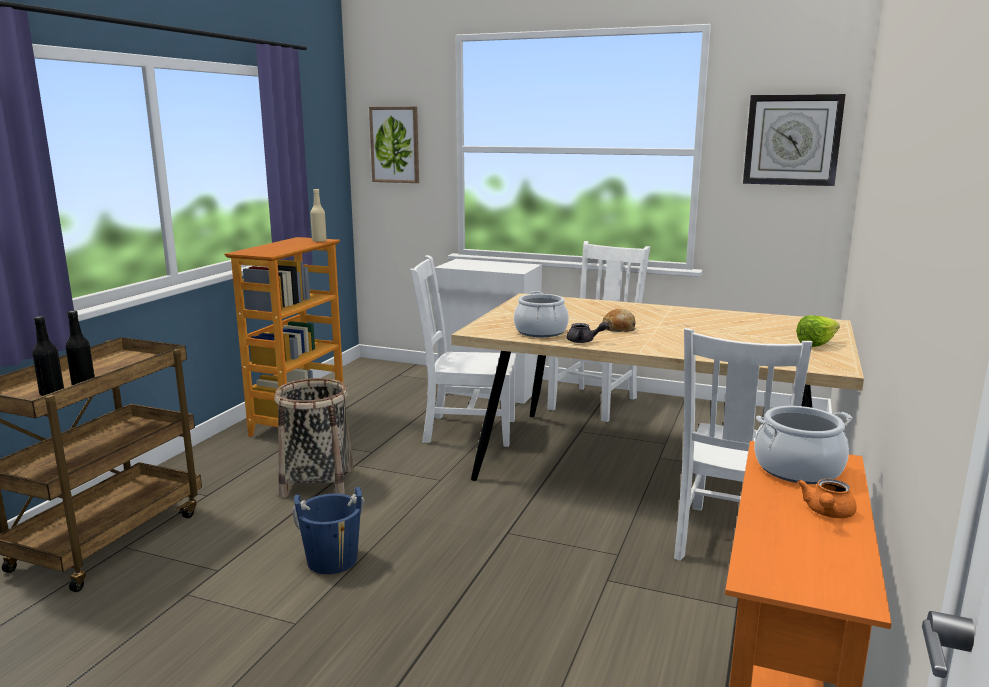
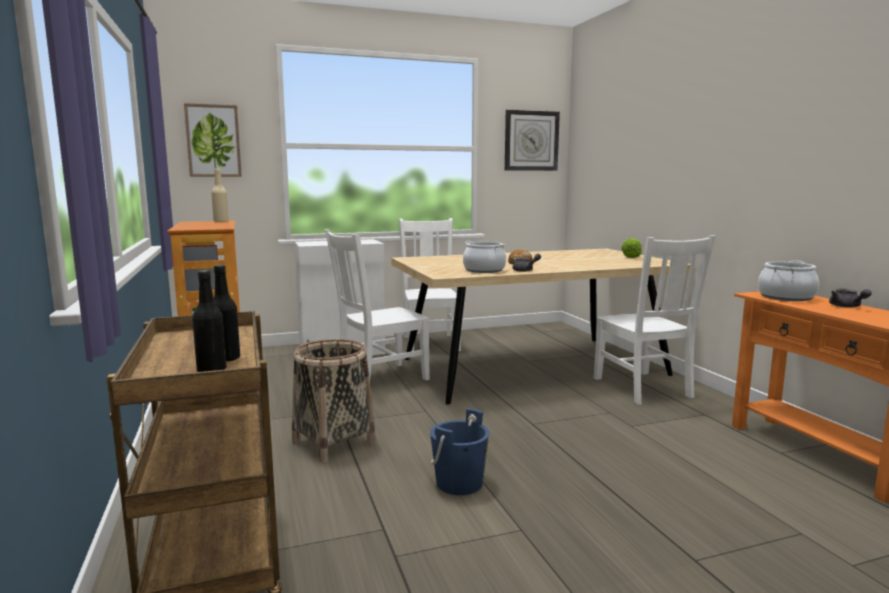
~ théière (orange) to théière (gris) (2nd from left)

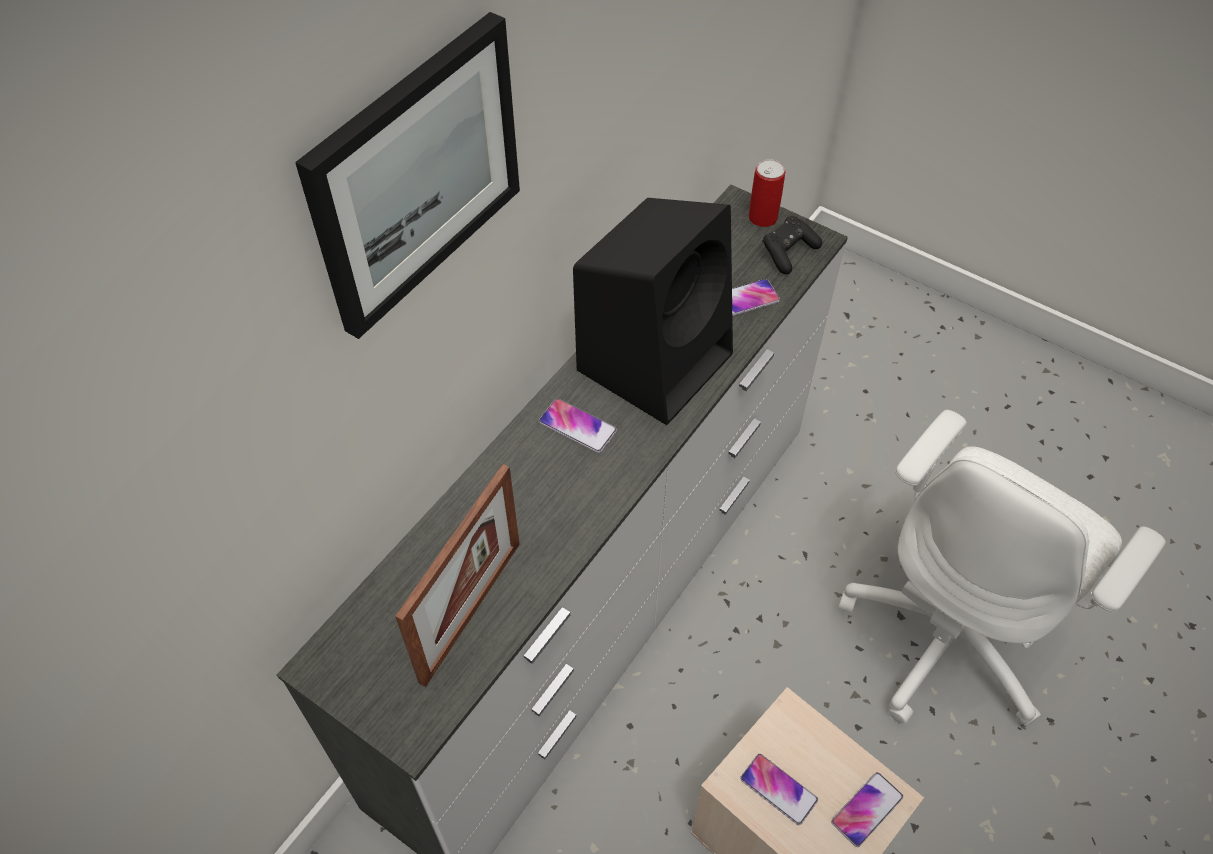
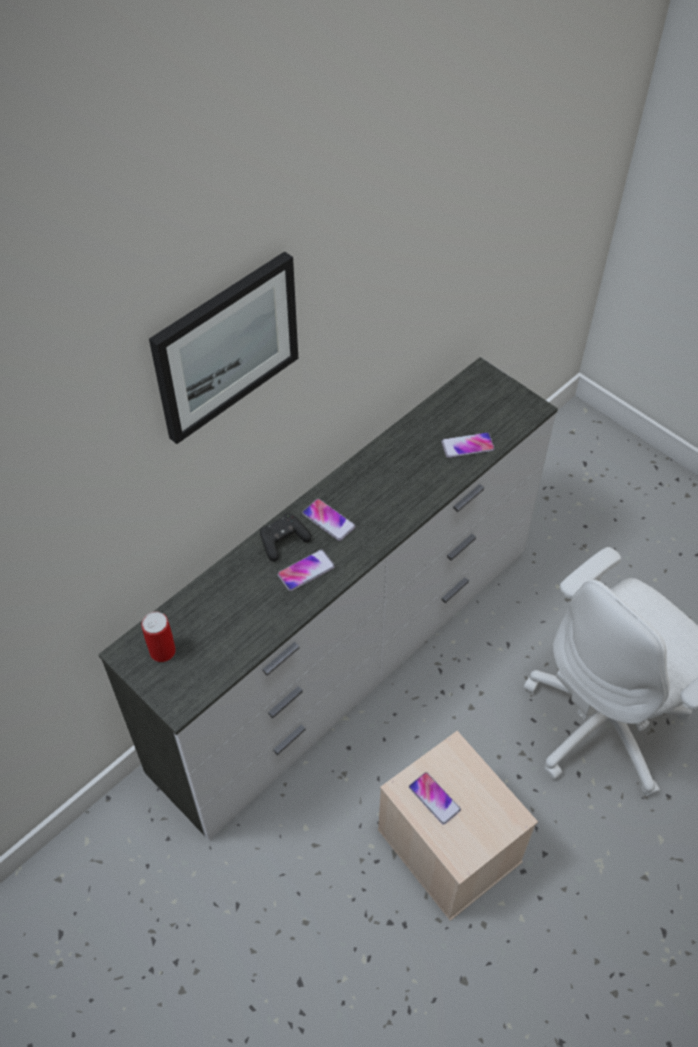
~ boîte métallique
- enceinte (noir)
~ manette (noir)
- cadre photo
~ téléphone (4th from left in the first image) to téléphone (1st from left)

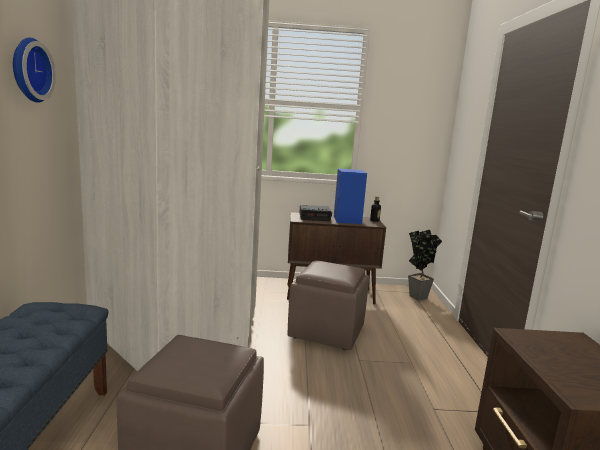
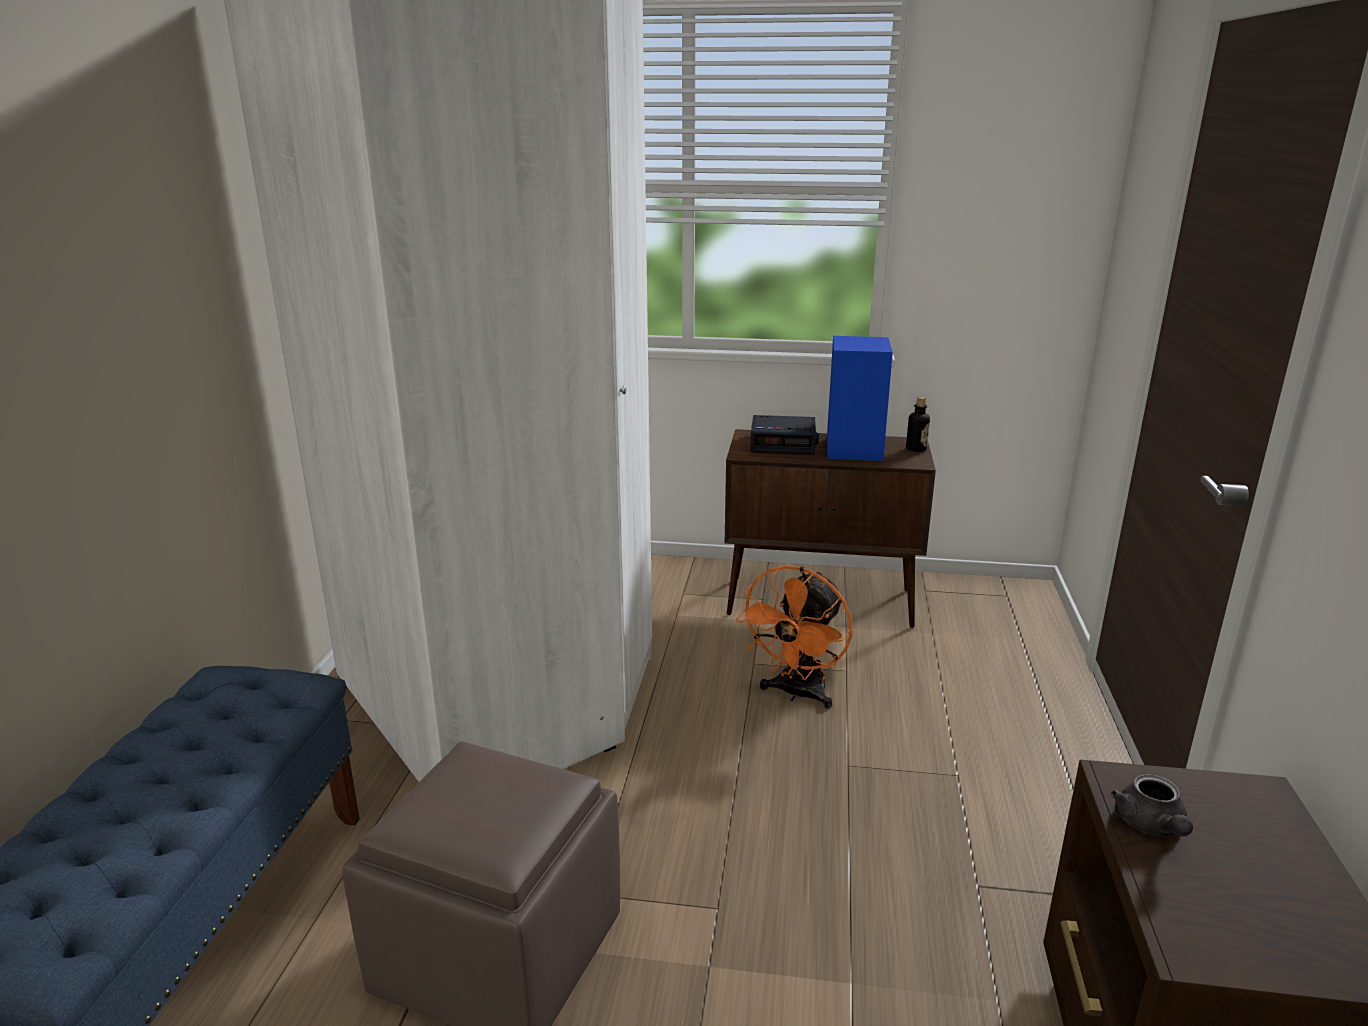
- horloge murale
- plante en pot
~ pouf (marron) (2nd from left) to ventilateur (orange)
+ théière (gris)

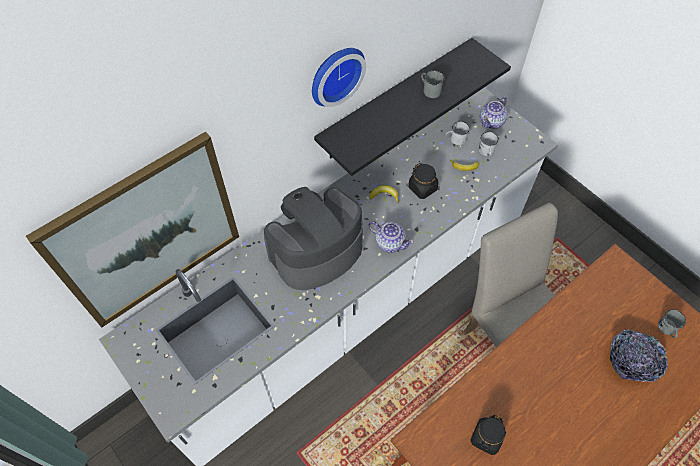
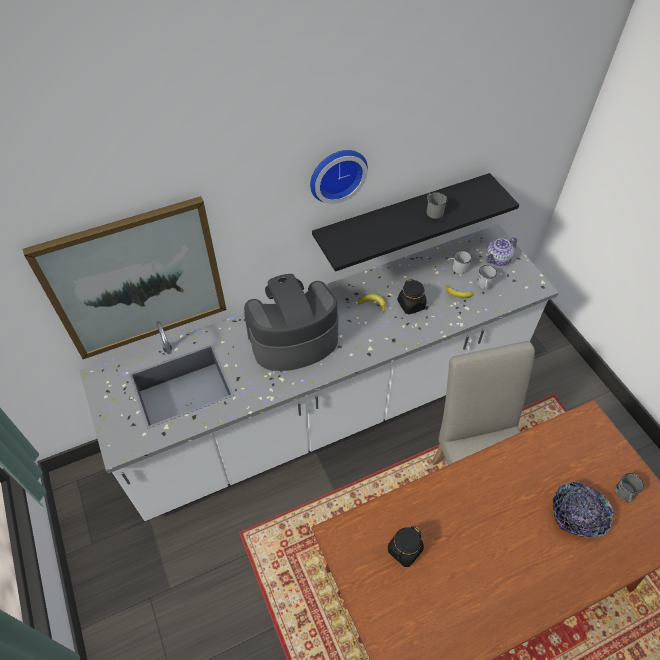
- théière (1st from left)

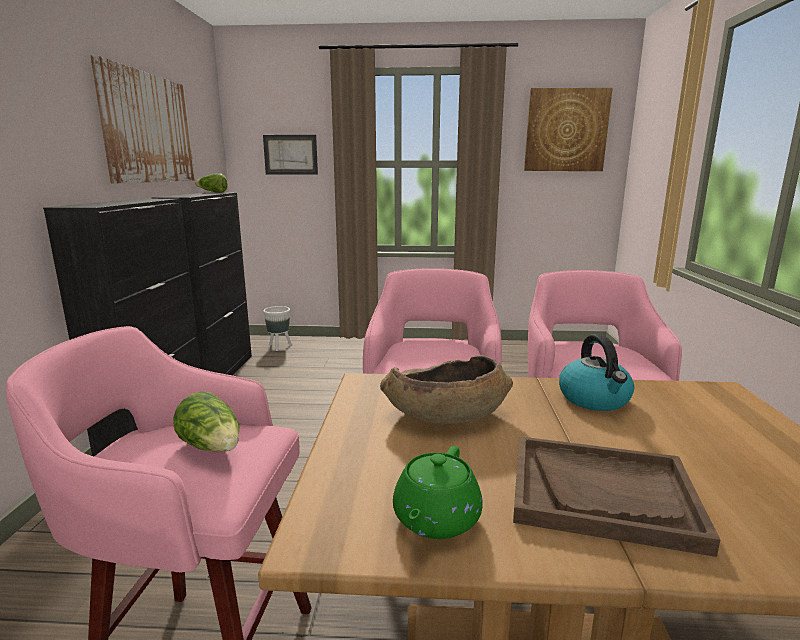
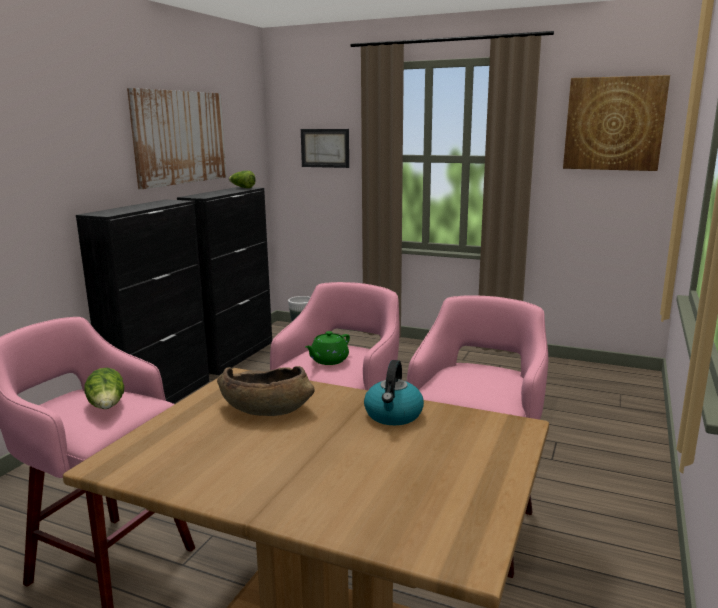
- plateau (marron)
~ théière (vert)

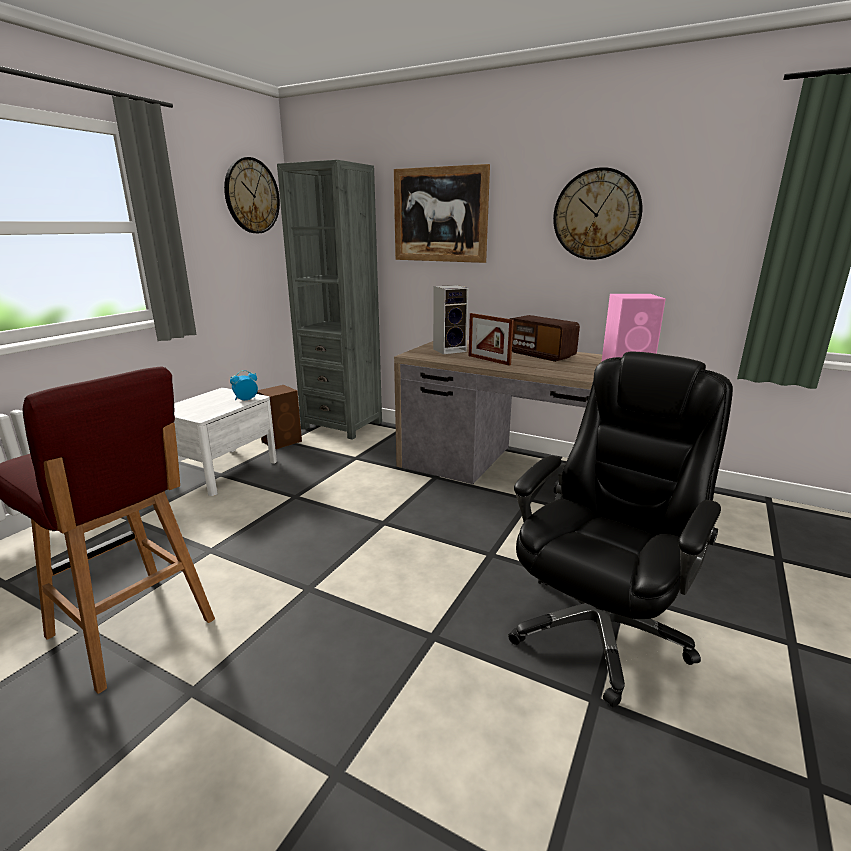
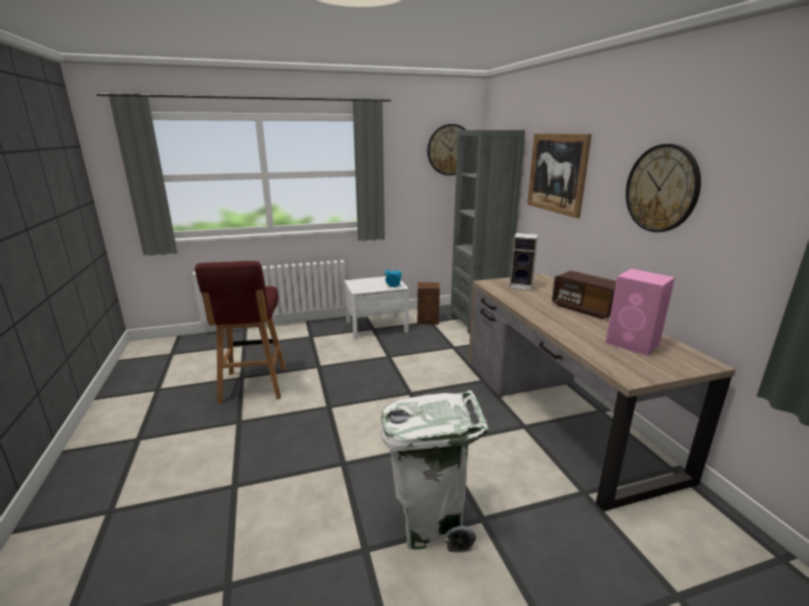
- cadre photo
~ radio 45 degrees counterclockwise
~ chaise de bureau (noir) to poubelle (blanc)

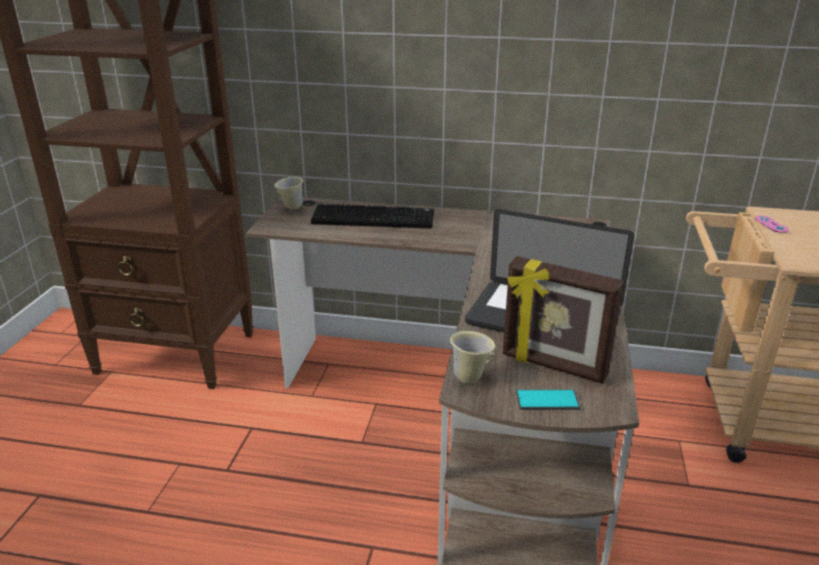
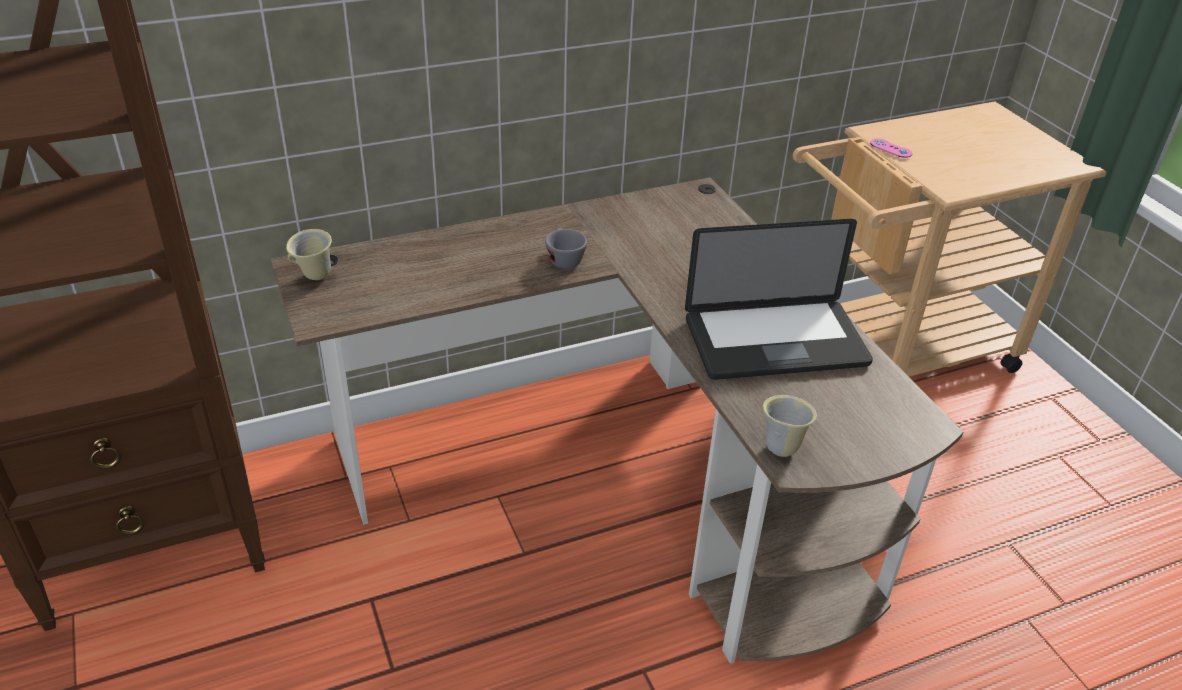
- clavier
- cadre photo
- téléphone
+ tasse (gris)

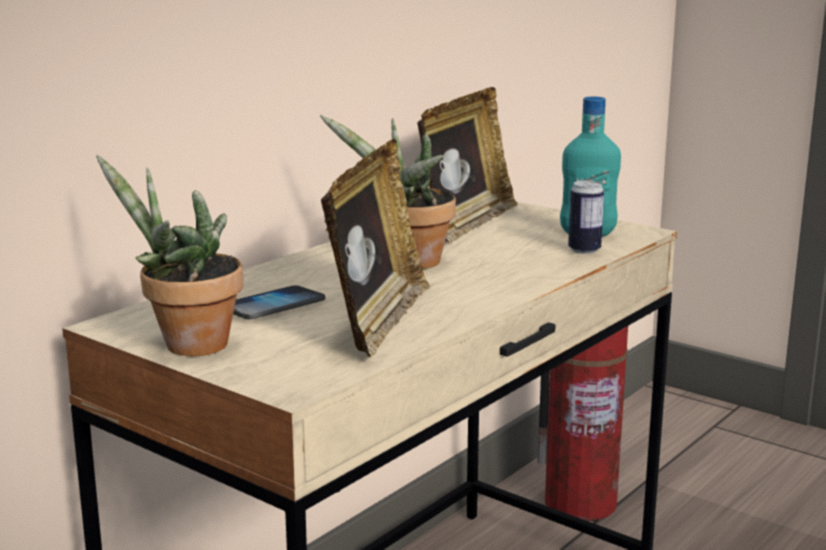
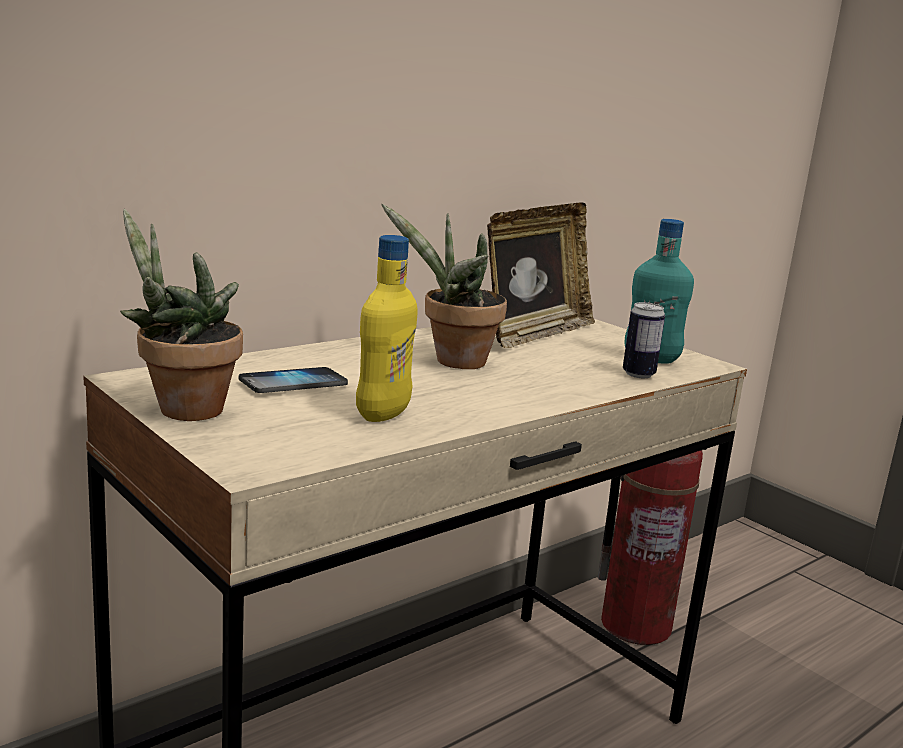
~ cadre photo (1st from left) to bouteille (jaune)

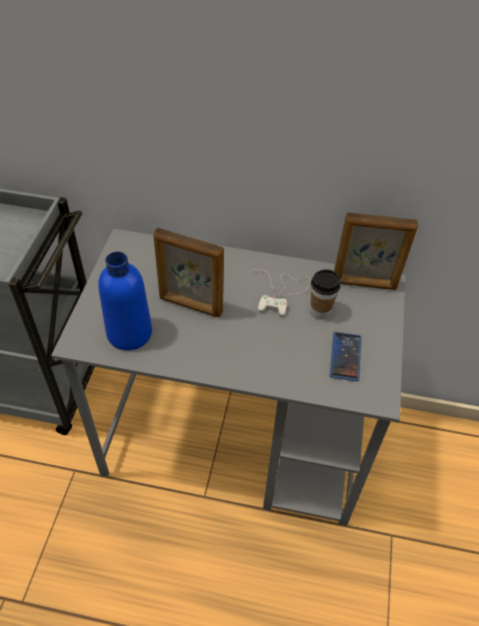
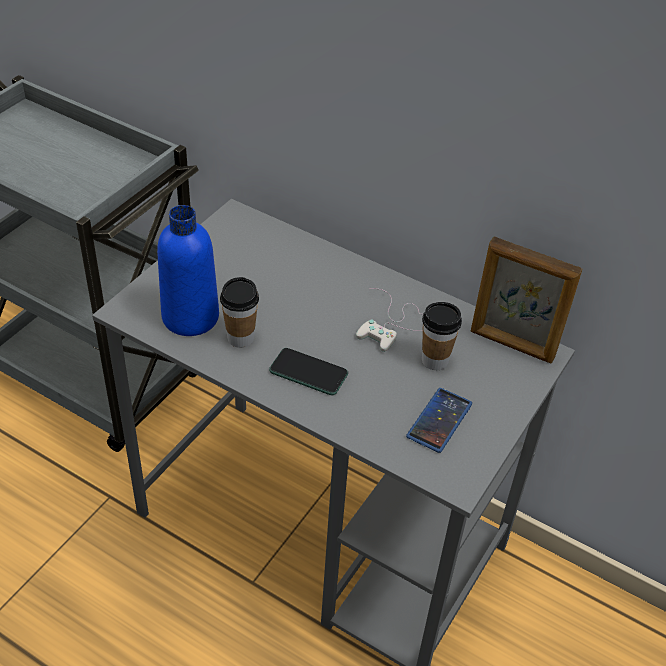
- cadre photo (1st from left)
+ tasse (1st from left)
+ téléphone (1st from left)

